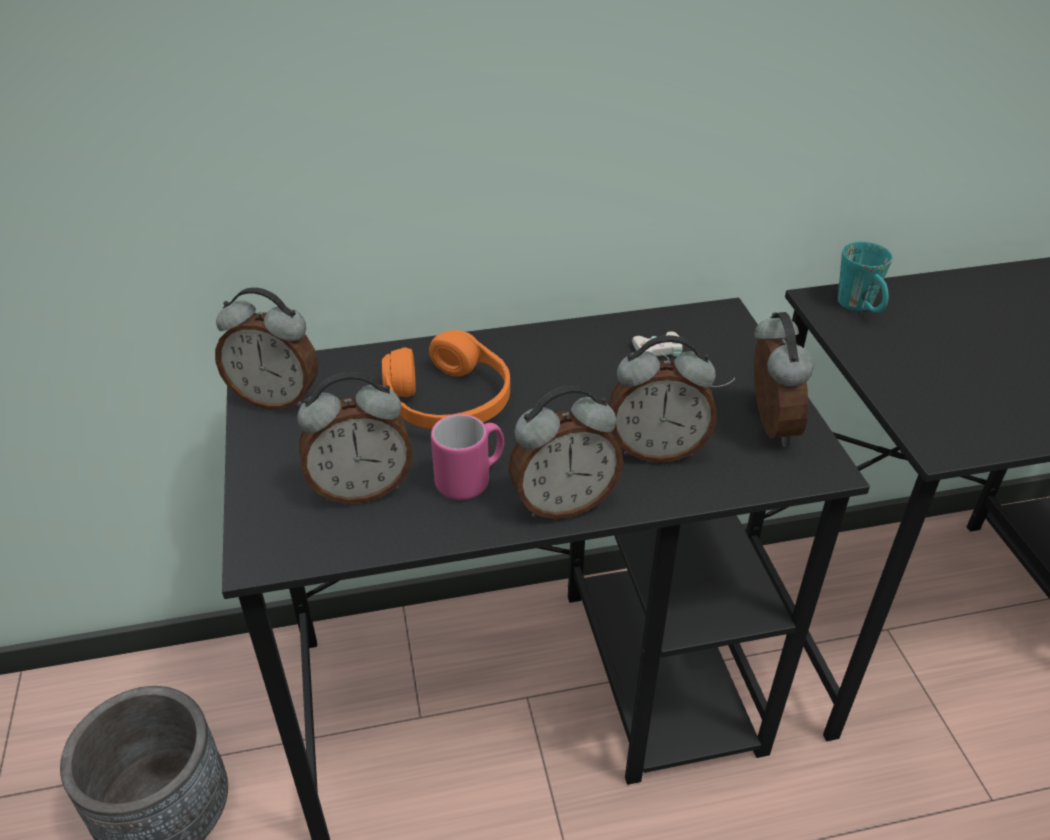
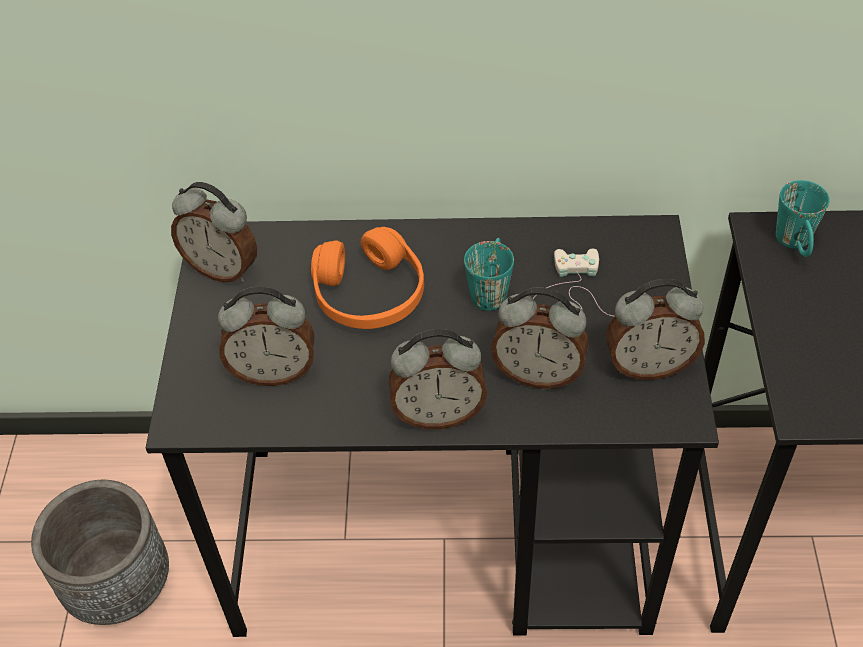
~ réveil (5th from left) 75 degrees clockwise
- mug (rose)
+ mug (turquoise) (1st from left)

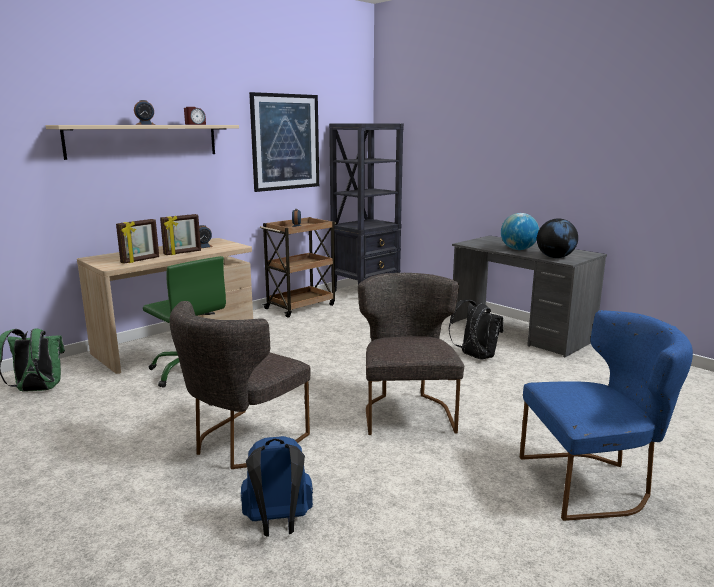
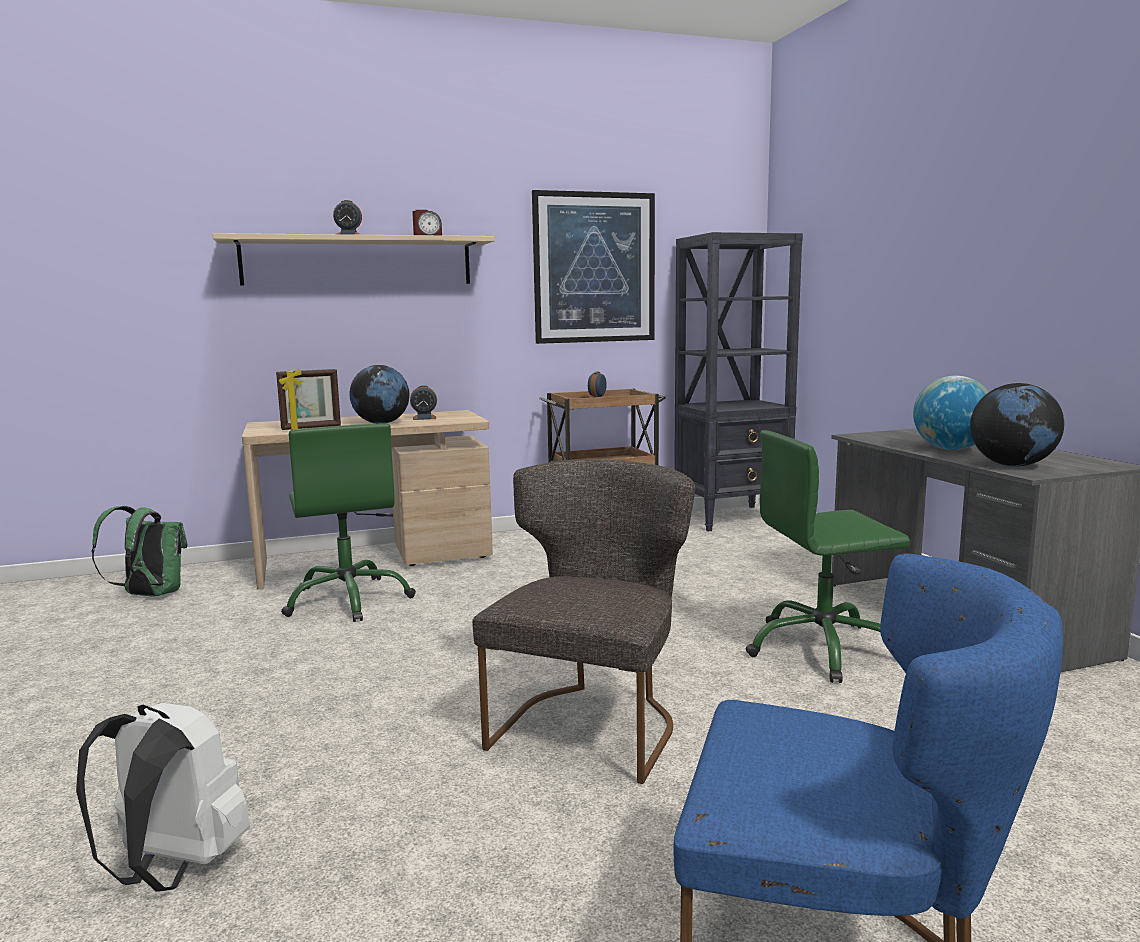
~ cadre photo (2nd from left) to globe (1st from left)
~ sac à dos (noir) to chaise de bureau (vert) (2nd from left)
- chaise (gris) (1st from left)
~ sac à dos (bleu) to sac à dos (blanc)

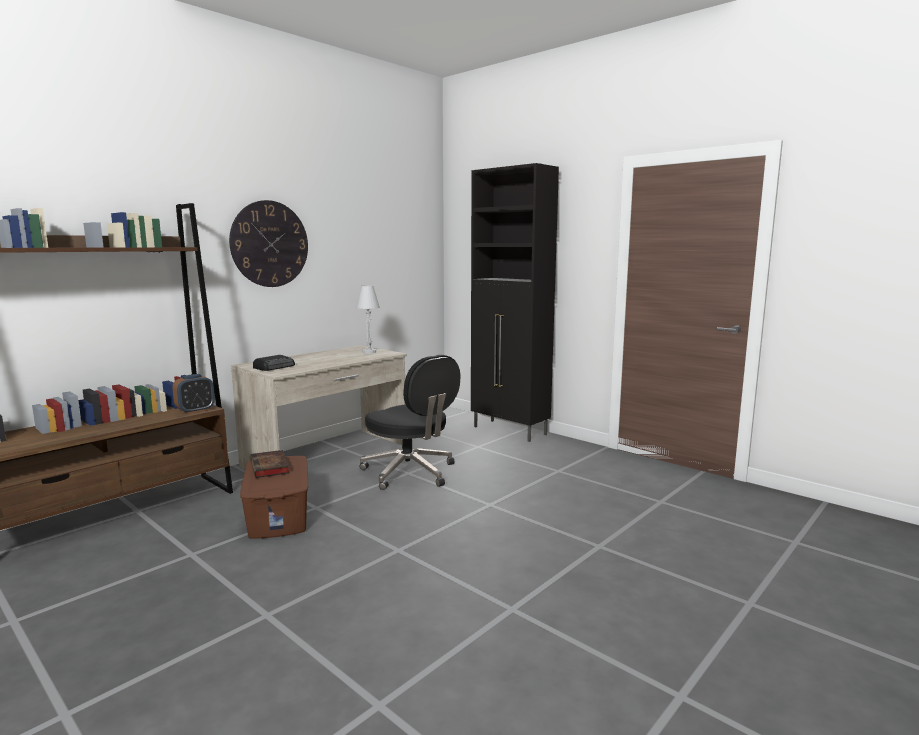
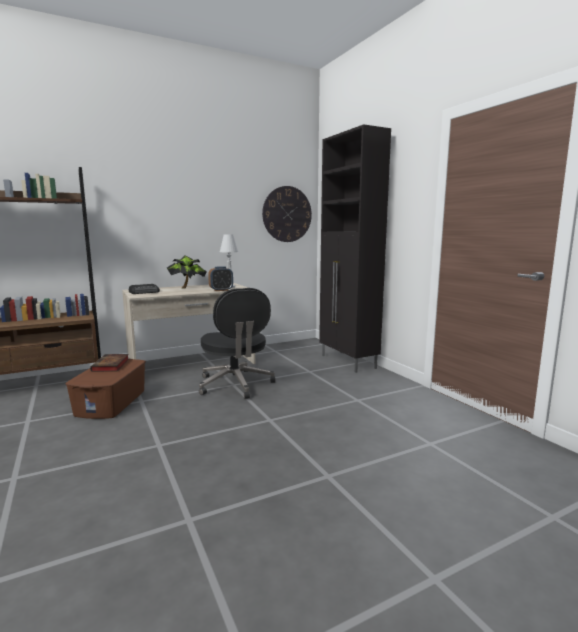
~ horloge murale
~ réveil
+ plante en pot

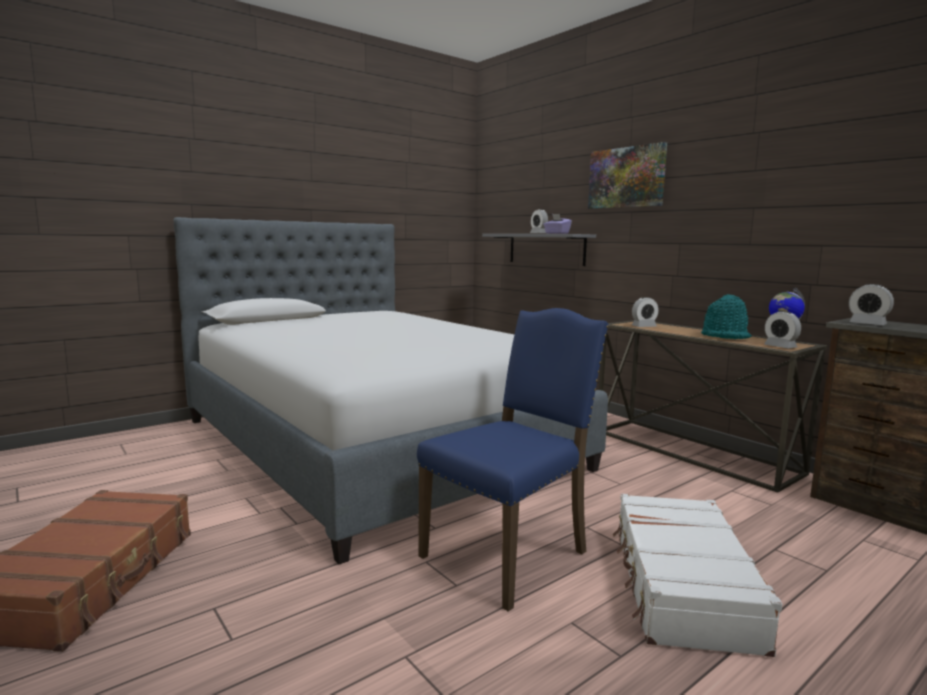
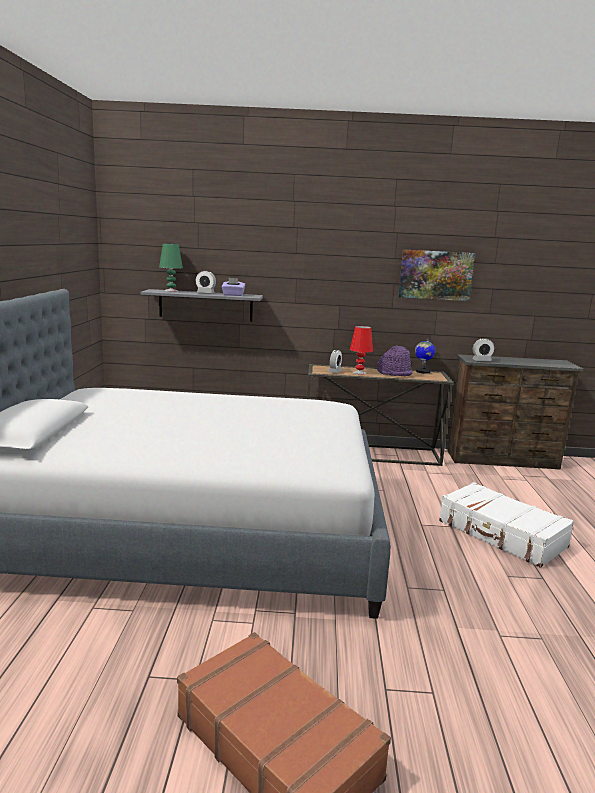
~ tableau
~ chapeau (turquoise) to chapeau (violet)
- chaise (bleu)
- réveil (3rd from left)
+ lampe de table (vert)
+ lampe de table (rouge)

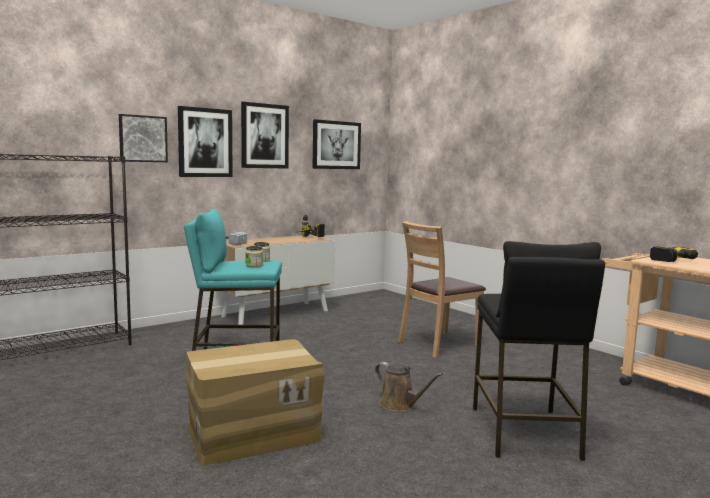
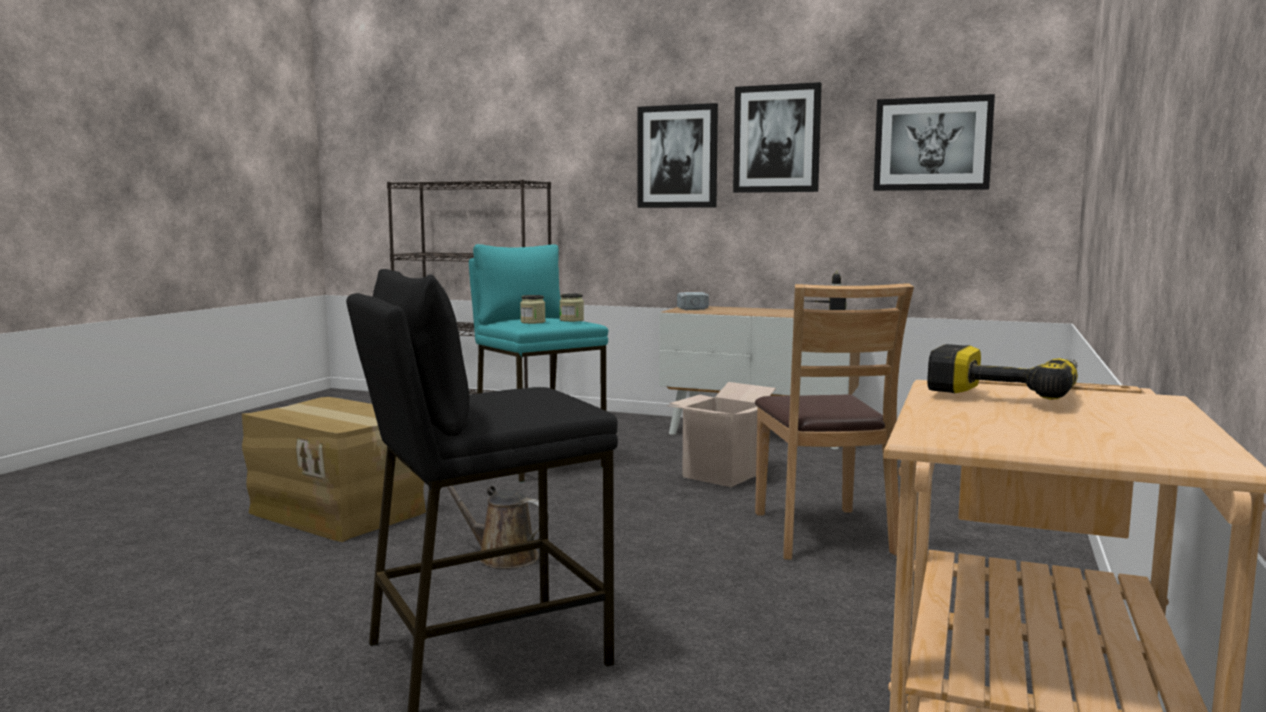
- tableau (1st from left)
~ chaise (marron) 120 degrees counterclockwise
~ arrosoir (marron) 105 degrees clockwise
+ carton (2nd from left)

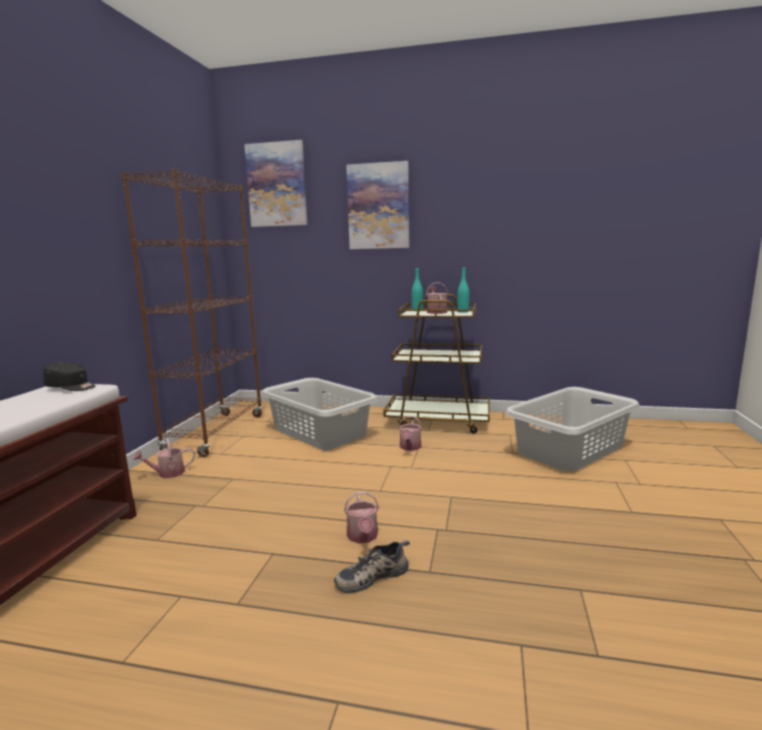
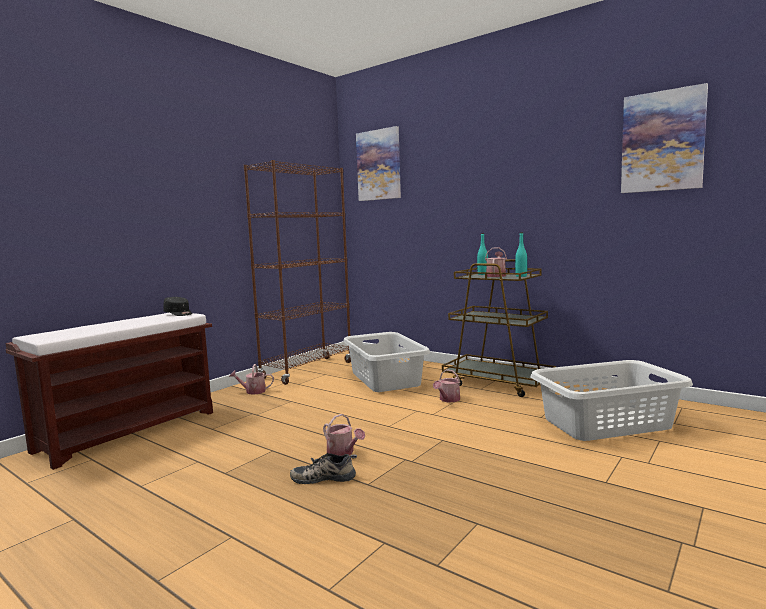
~ tableau (2nd from left)
~ arrosoir (2nd from left) 60 degrees counterclockwise

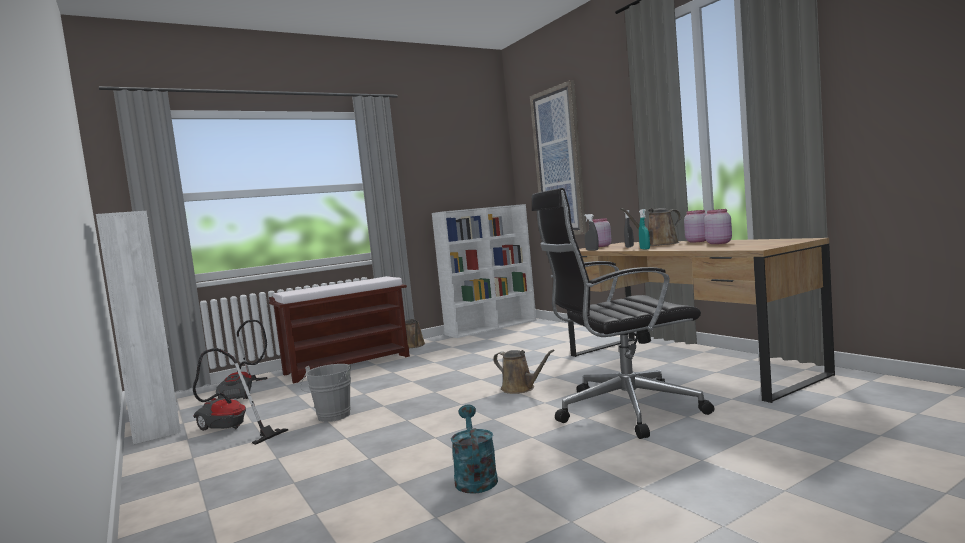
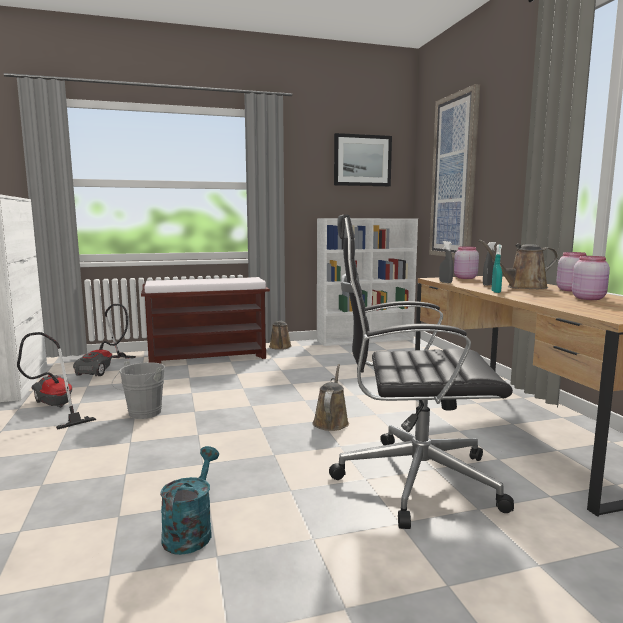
~ arrosoir (marron) (2nd from left) 135 degrees counterclockwise
+ tableau (1st from left)

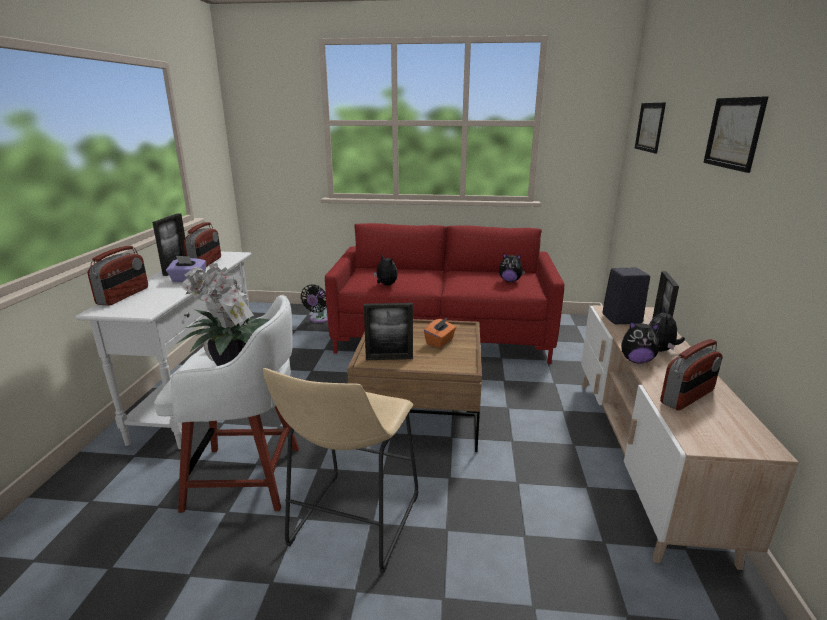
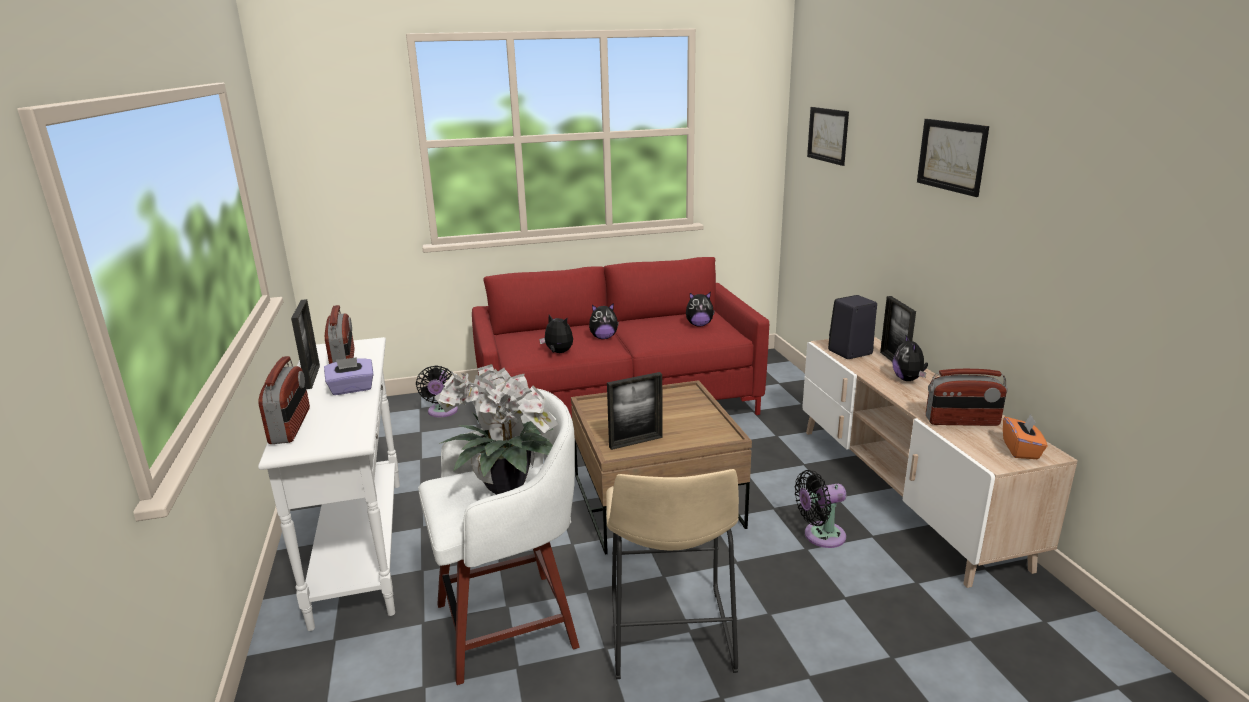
~ boîte à mouchoirs (orange)
~ peluche (3rd from left in the first image) to peluche (2nd from left)
~ radio (3rd from left) 60 degrees clockwise
+ ventilateur (noir) (2nd from left)

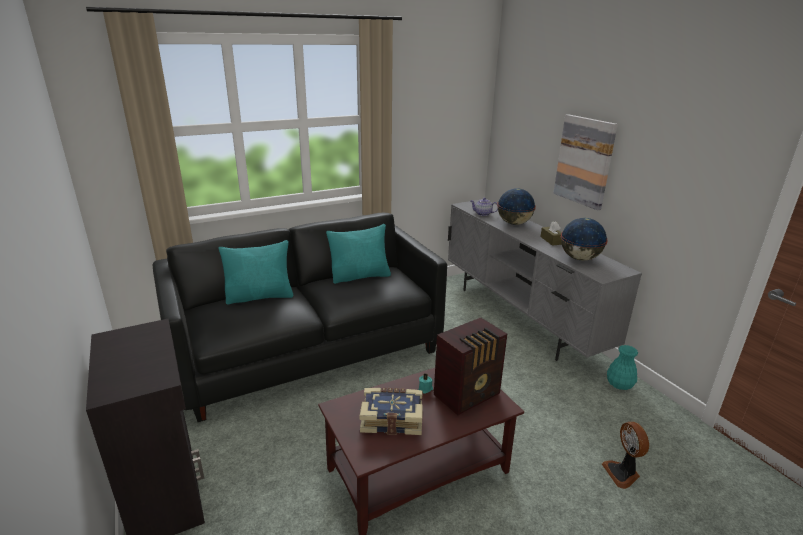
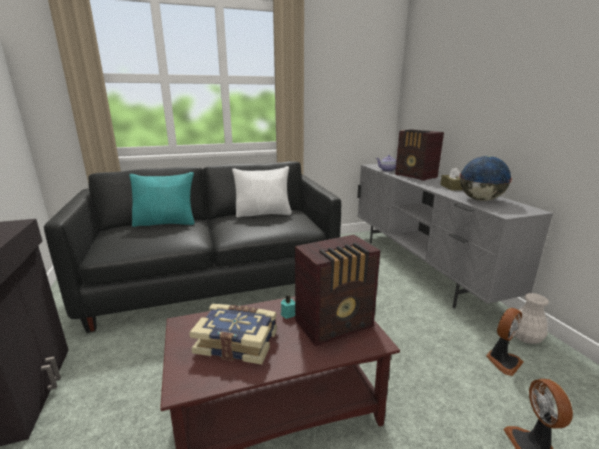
- tableau
~ globe (1st from left) to radio (2nd from left)
~ coussin (turquoise) (2nd from left) to coussin (blanc)
~ vase (turquoise) to vase (blanc)
+ ventilateur (1st from left)

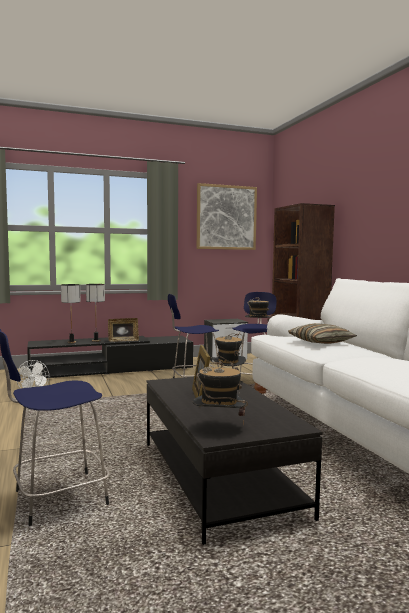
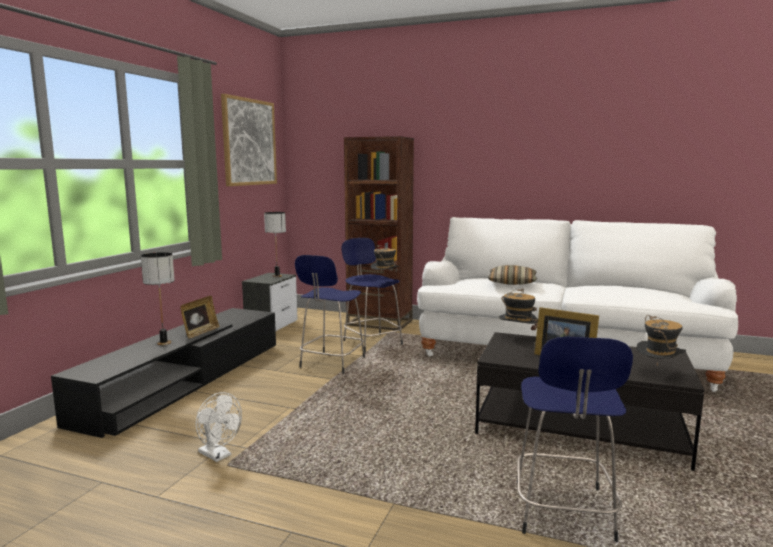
~ lampe de table (1st from left in the first image) to lampe de table (2nd from left)

